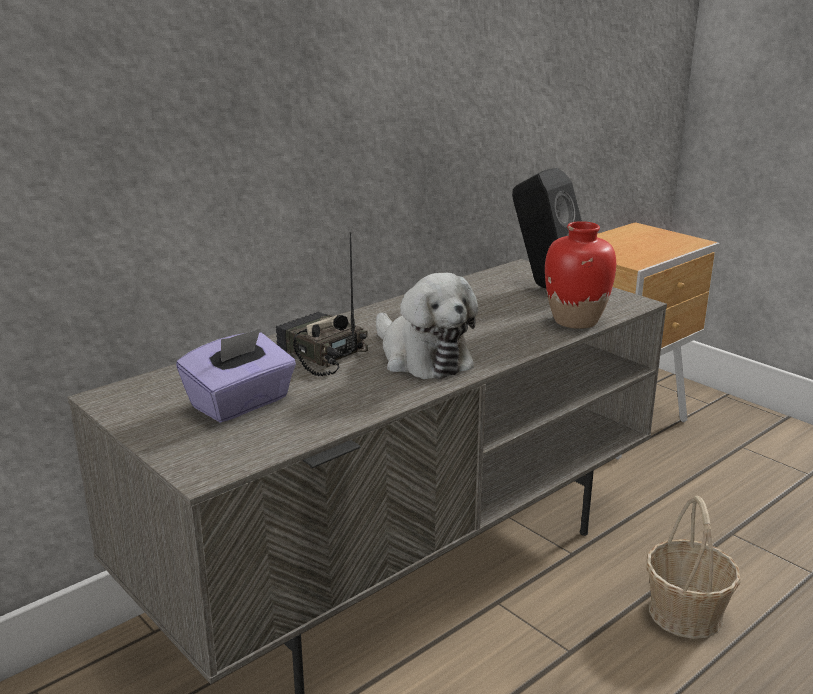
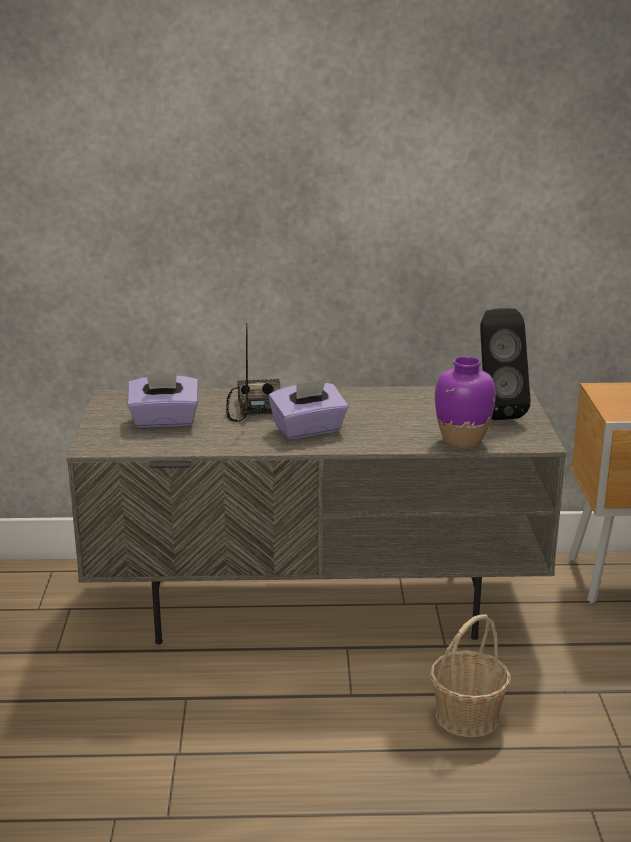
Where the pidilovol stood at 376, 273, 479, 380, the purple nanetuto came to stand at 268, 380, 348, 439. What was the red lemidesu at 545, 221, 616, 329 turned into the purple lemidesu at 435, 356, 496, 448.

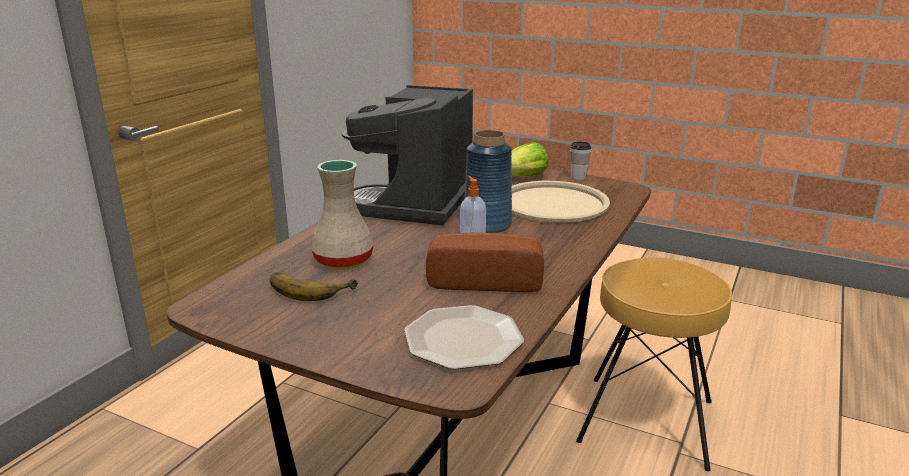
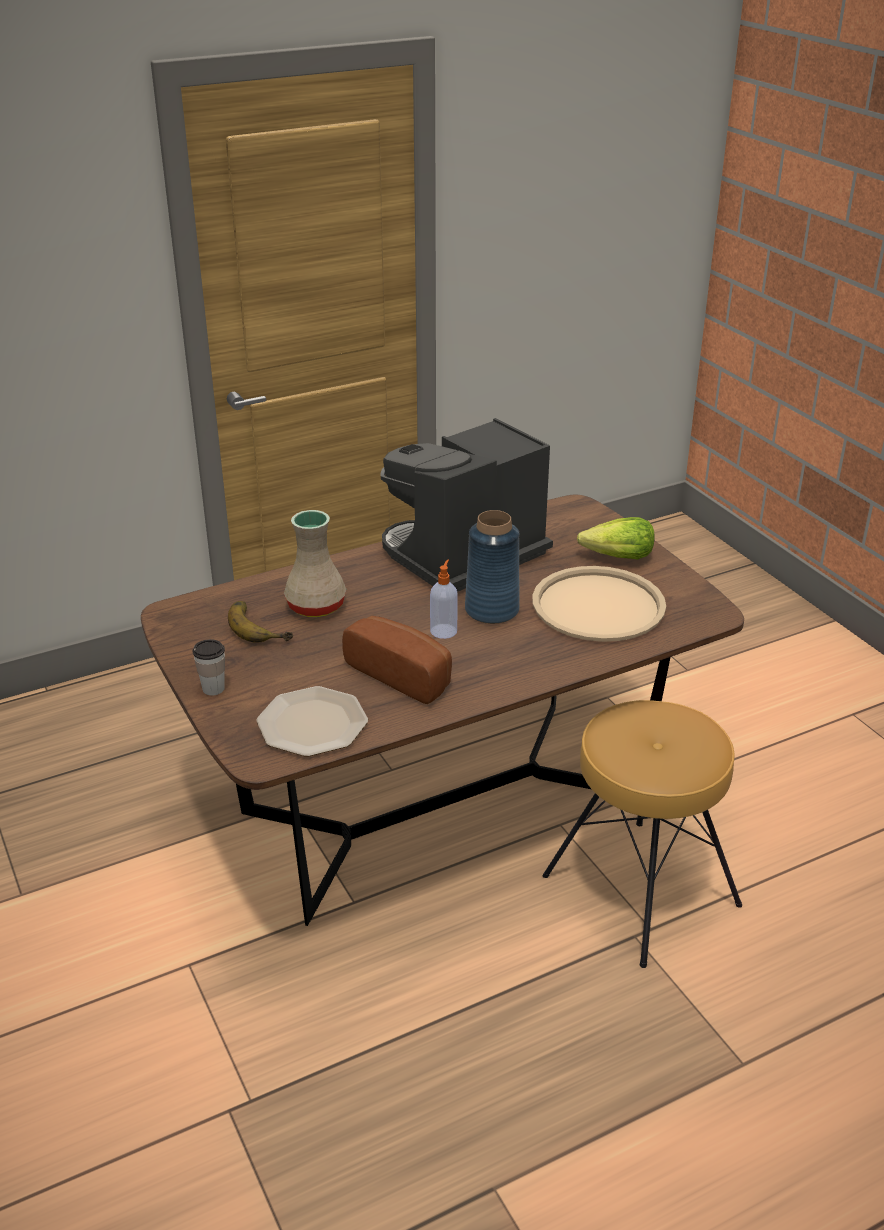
The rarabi ended up elsewhere, having gone from 570, 141, 591, 180 to 192, 639, 225, 695.

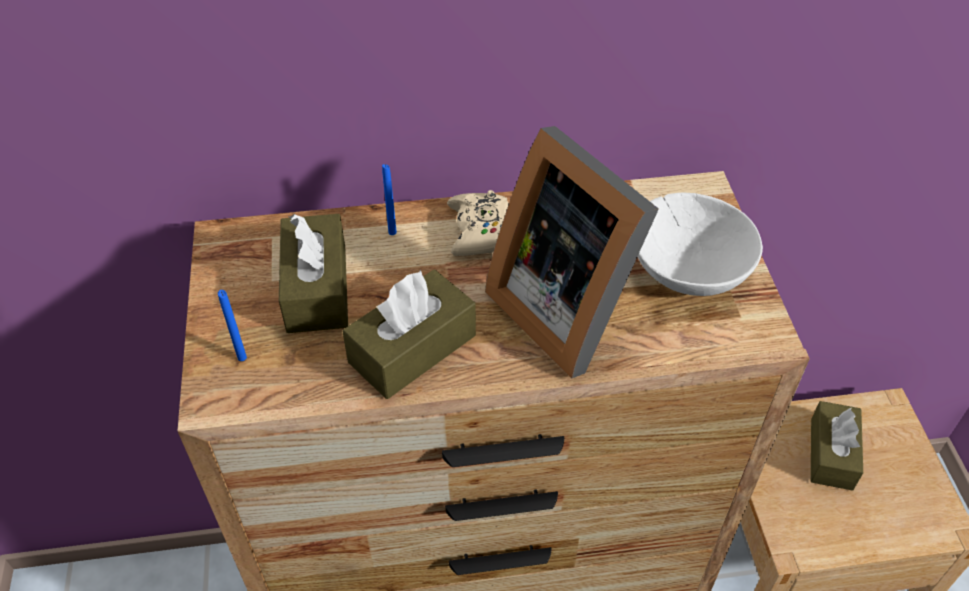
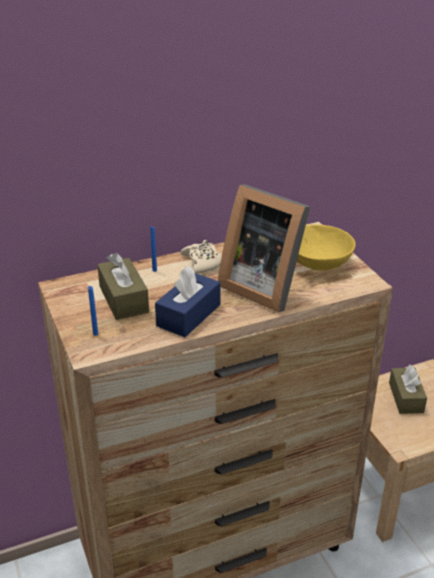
What was the brown nanetuto at 342, 269, 476, 399 turned into the blue nanetuto at 155, 267, 220, 337. What was the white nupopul at 638, 193, 763, 296 turned into the yellow nupopul at 297, 224, 356, 271.

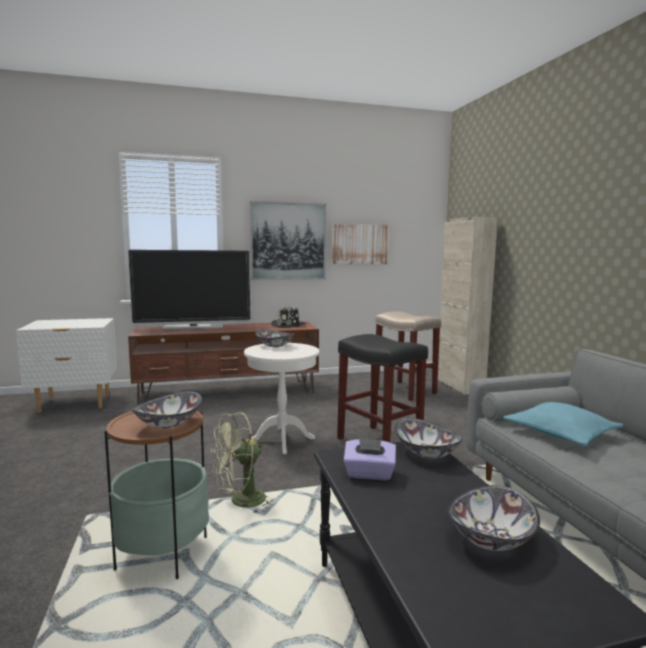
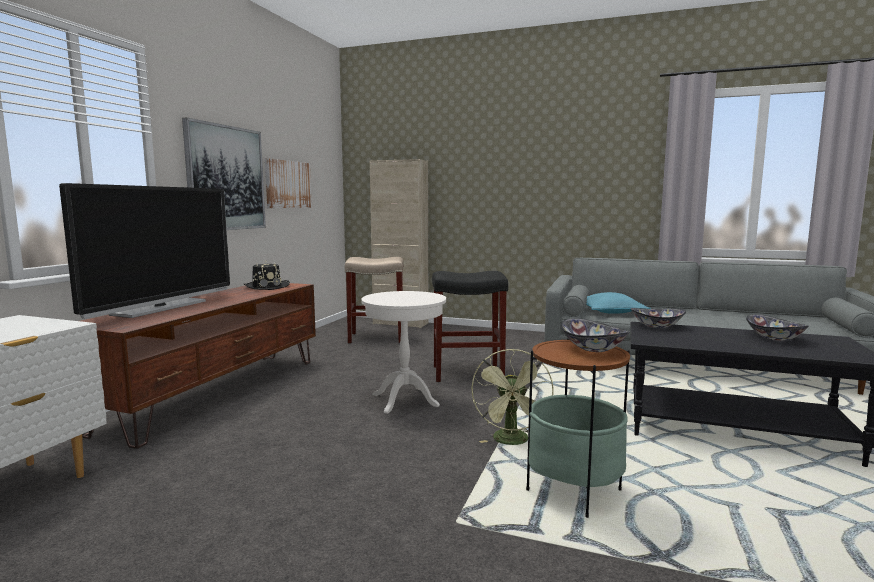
The second view lost the nupopul at 255, 329, 294, 347. The second view lost the purple nanetuto at 344, 438, 396, 480.

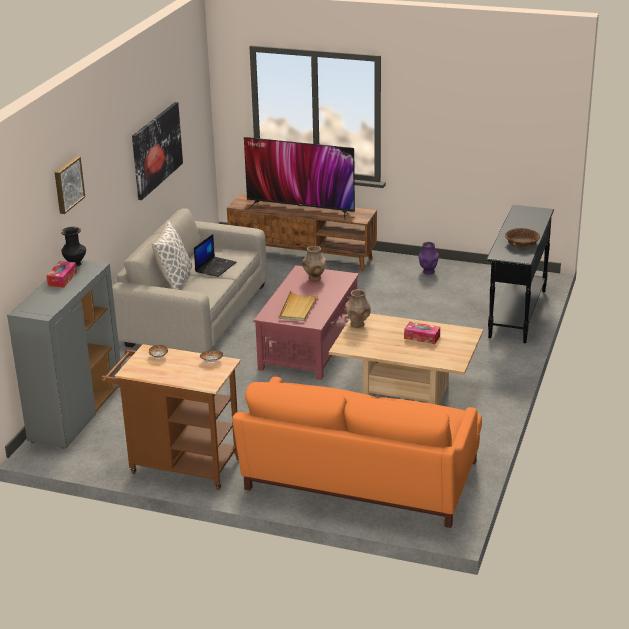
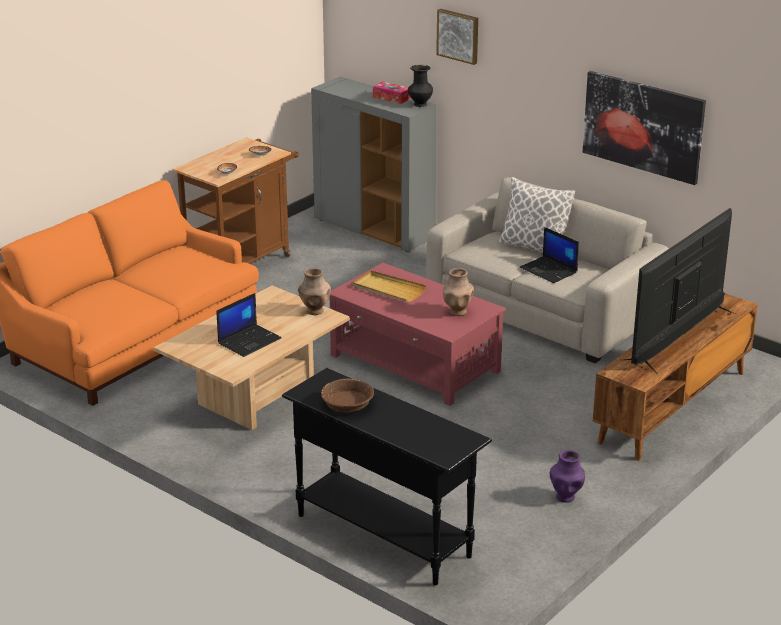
Where the nanetuto stood at 404, 322, 440, 344, the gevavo came to stand at 217, 293, 282, 357.

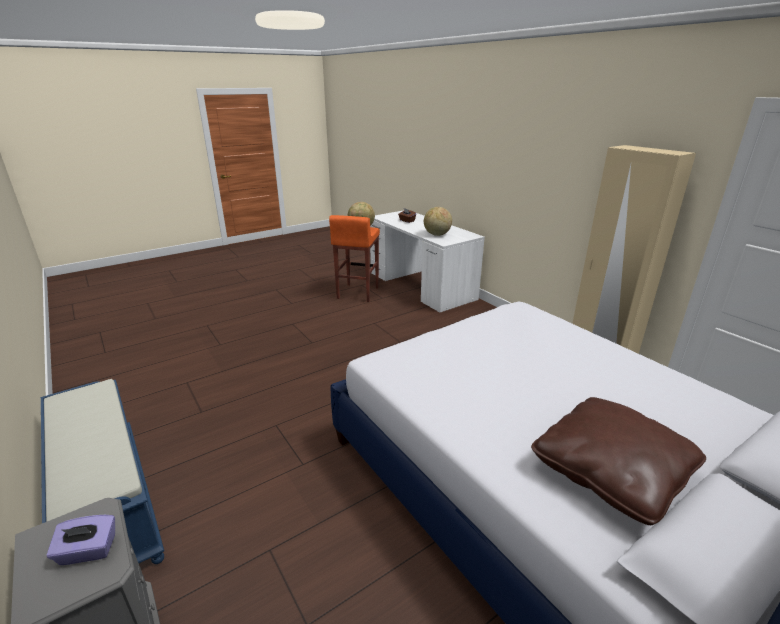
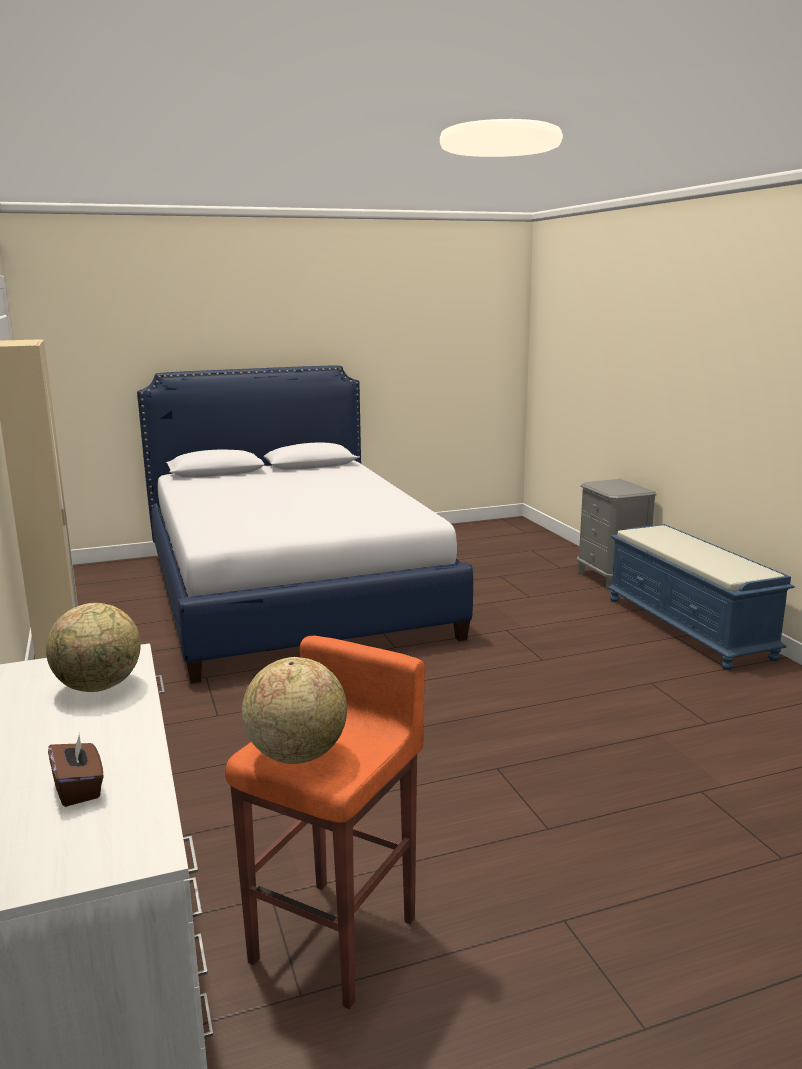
The second view lost the purple nanetuto at 47, 515, 115, 565. The second view lost the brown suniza at 531, 397, 706, 525.

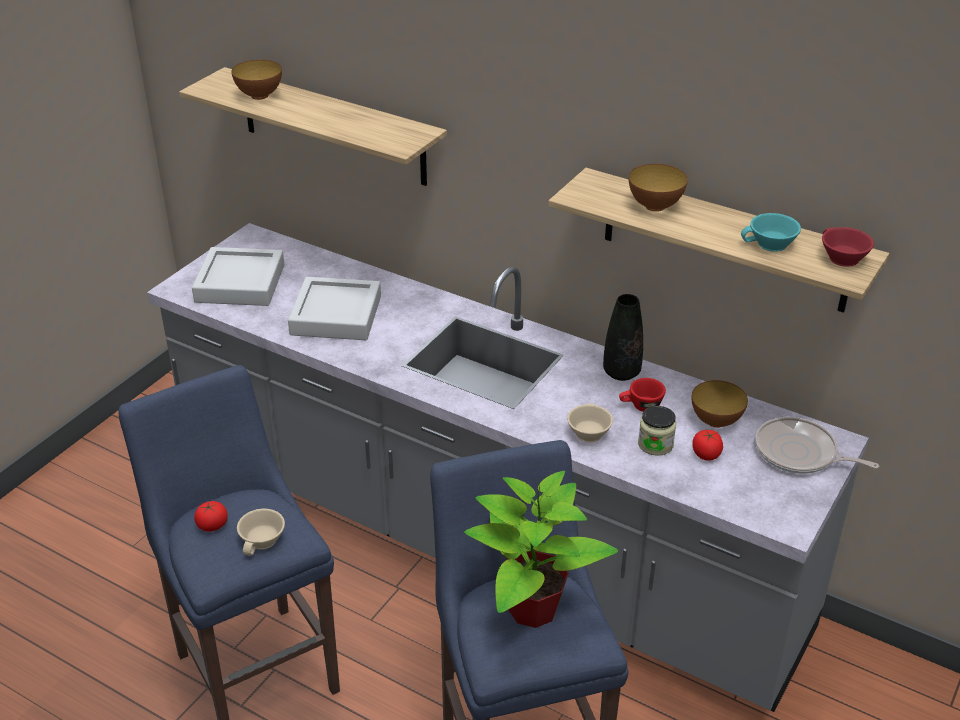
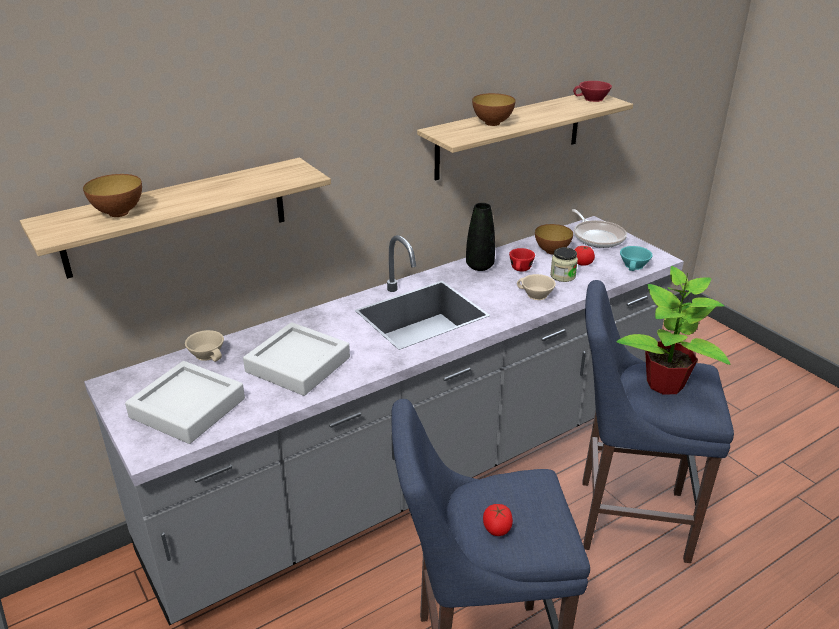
The beige rarabi ended up elsewhere, having gone from 237, 509, 285, 556 to 185, 330, 224, 362. The turquoise rarabi ended up elsewhere, having gone from 741, 213, 801, 252 to 620, 246, 653, 271. The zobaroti at 755, 417, 879, 474 ended up facing another way, 75 degrees counterclockwise from before.

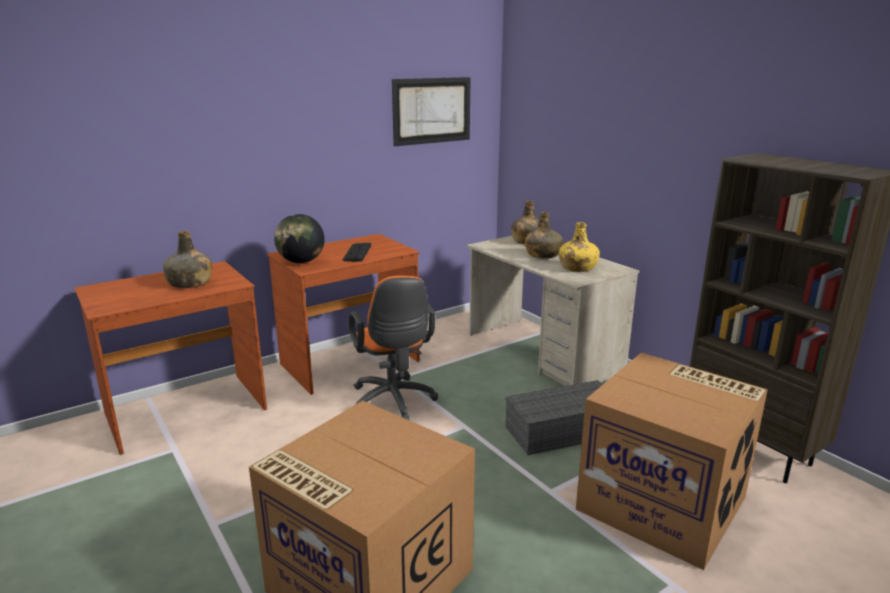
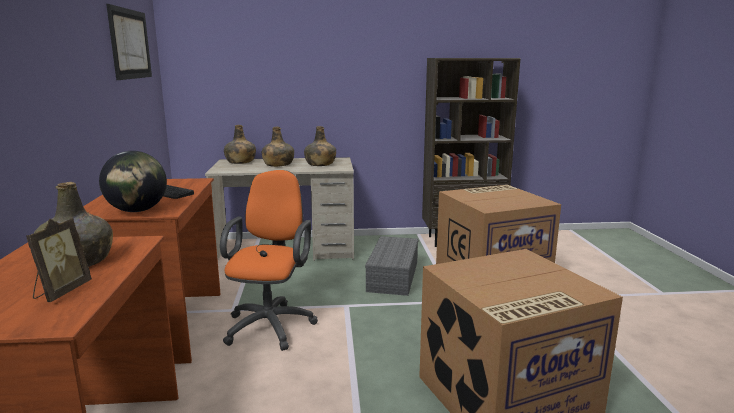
The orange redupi at 349, 276, 438, 421 ended up facing another way, 90 degrees counterclockwise from before. What was the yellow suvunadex at 559, 222, 600, 272 turned into the green suvunadex at 304, 126, 336, 166. The second view gained the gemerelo at 26, 218, 92, 302.

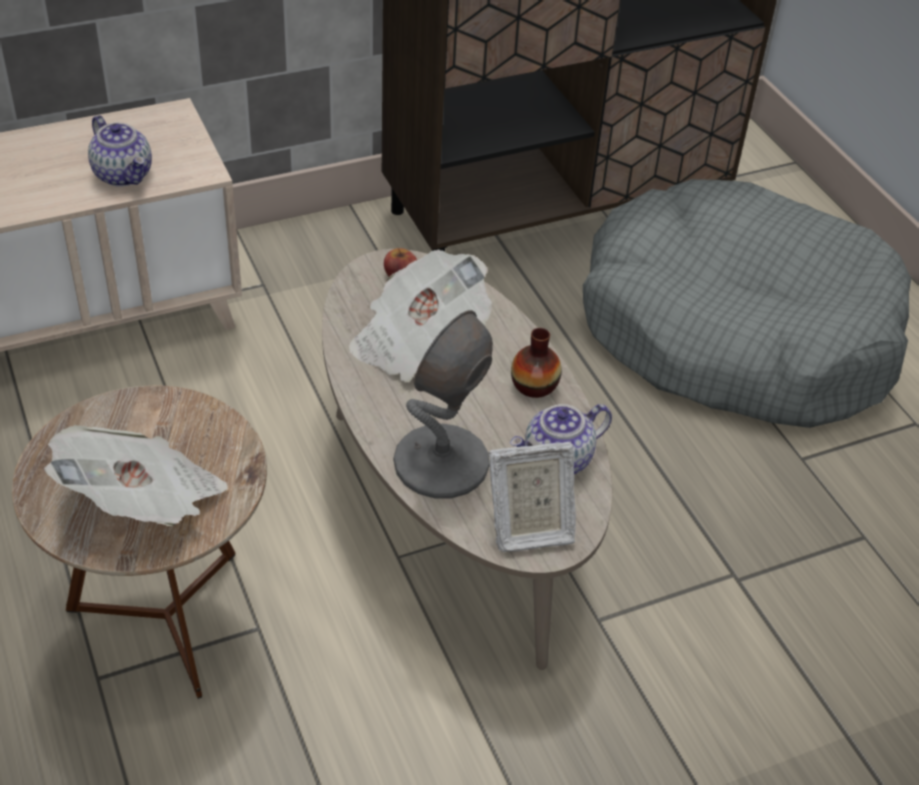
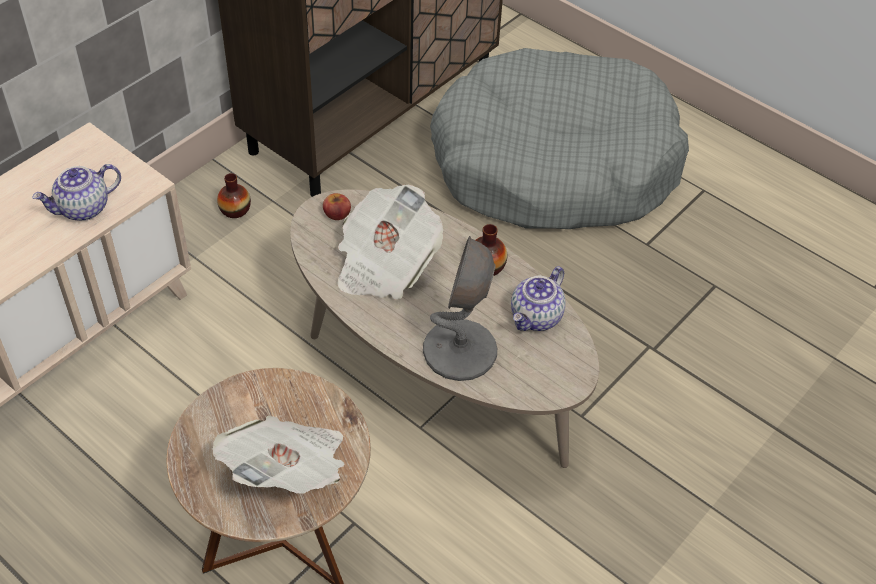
The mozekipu at 88, 115, 152, 187 ended up facing another way, 120 degrees clockwise from before. The second view lost the gemerelo at 489, 442, 576, 552. The second view gained the lemidesu at 217, 173, 251, 218.

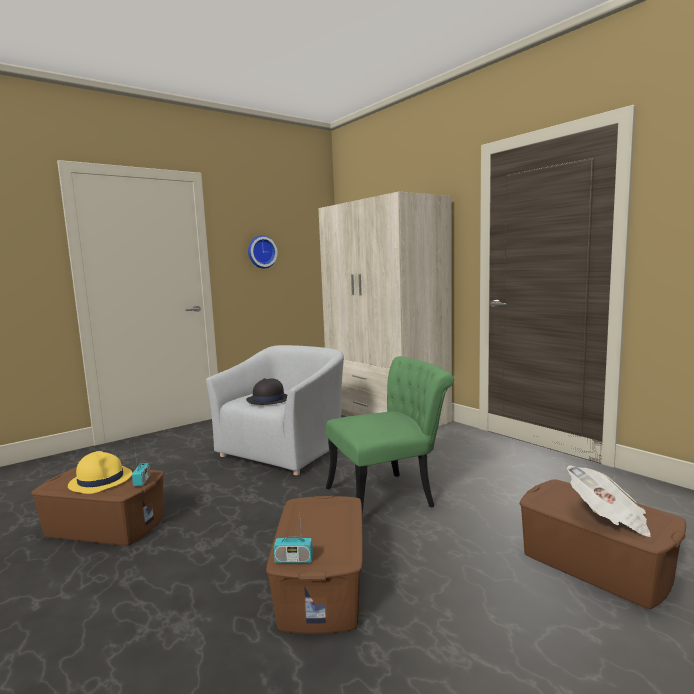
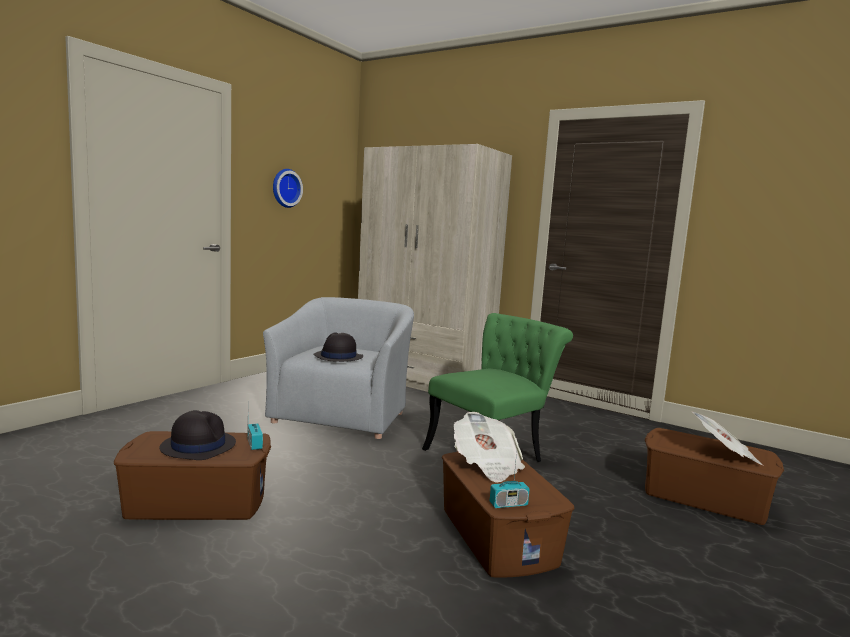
What was the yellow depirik at 68, 451, 132, 494 turned into the black depirik at 159, 410, 236, 460. The second view gained the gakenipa at 453, 412, 525, 483.

